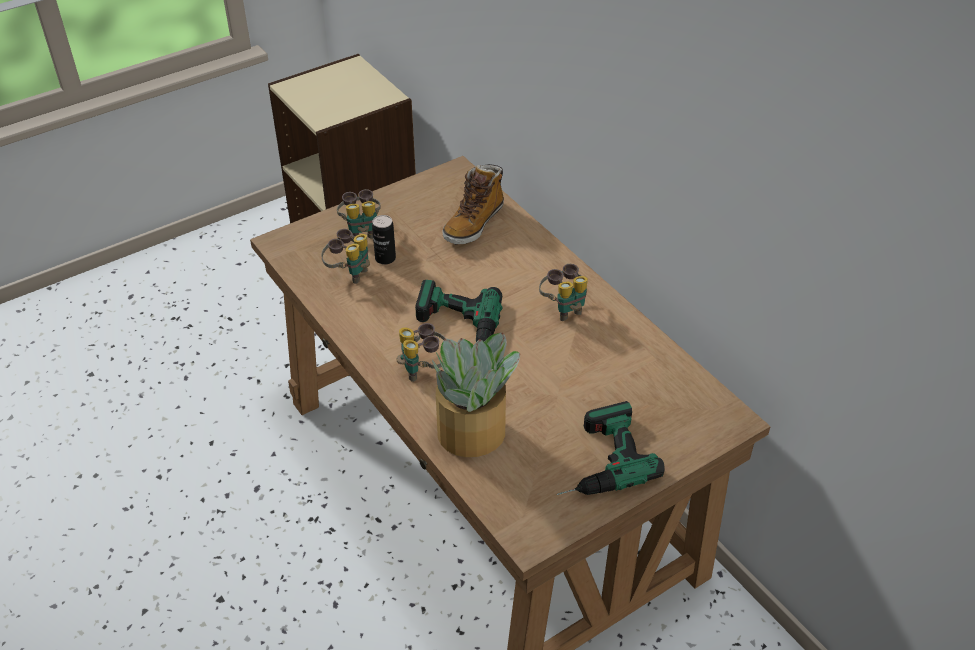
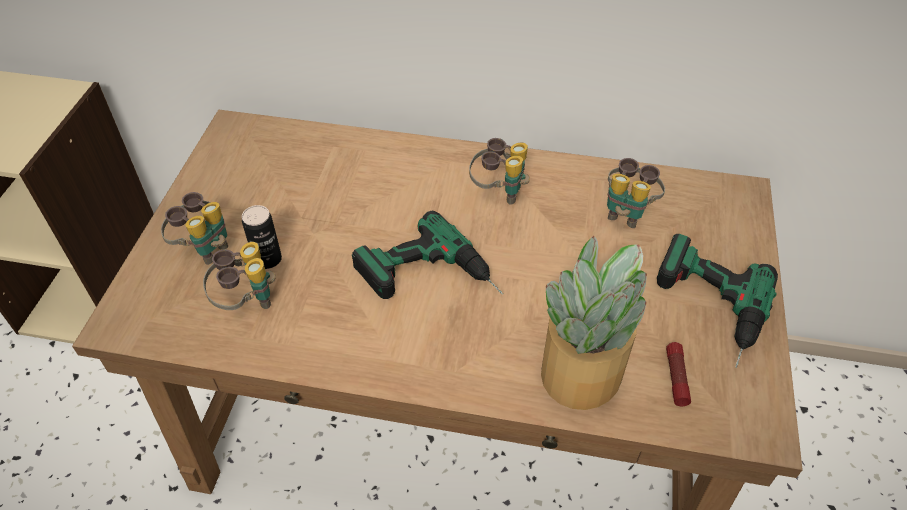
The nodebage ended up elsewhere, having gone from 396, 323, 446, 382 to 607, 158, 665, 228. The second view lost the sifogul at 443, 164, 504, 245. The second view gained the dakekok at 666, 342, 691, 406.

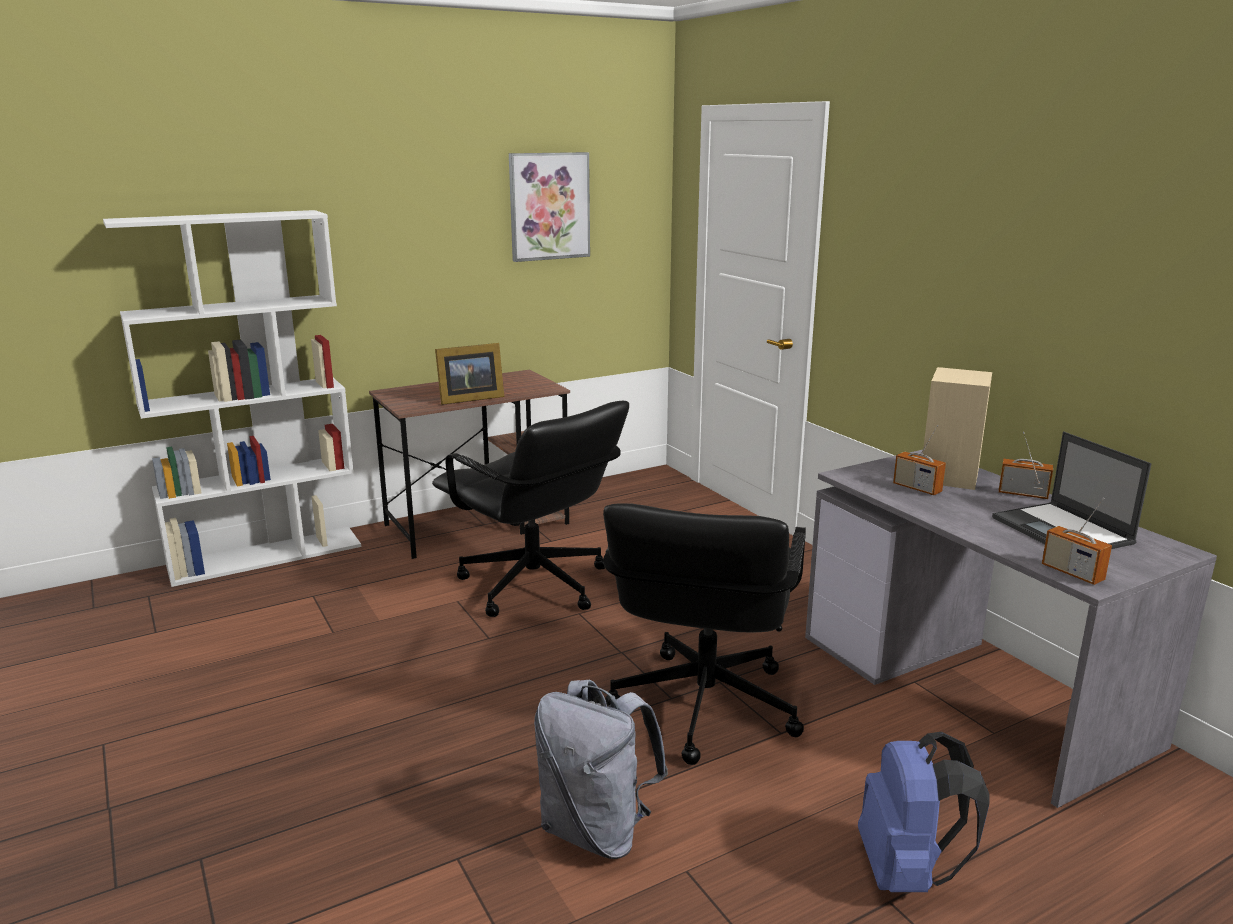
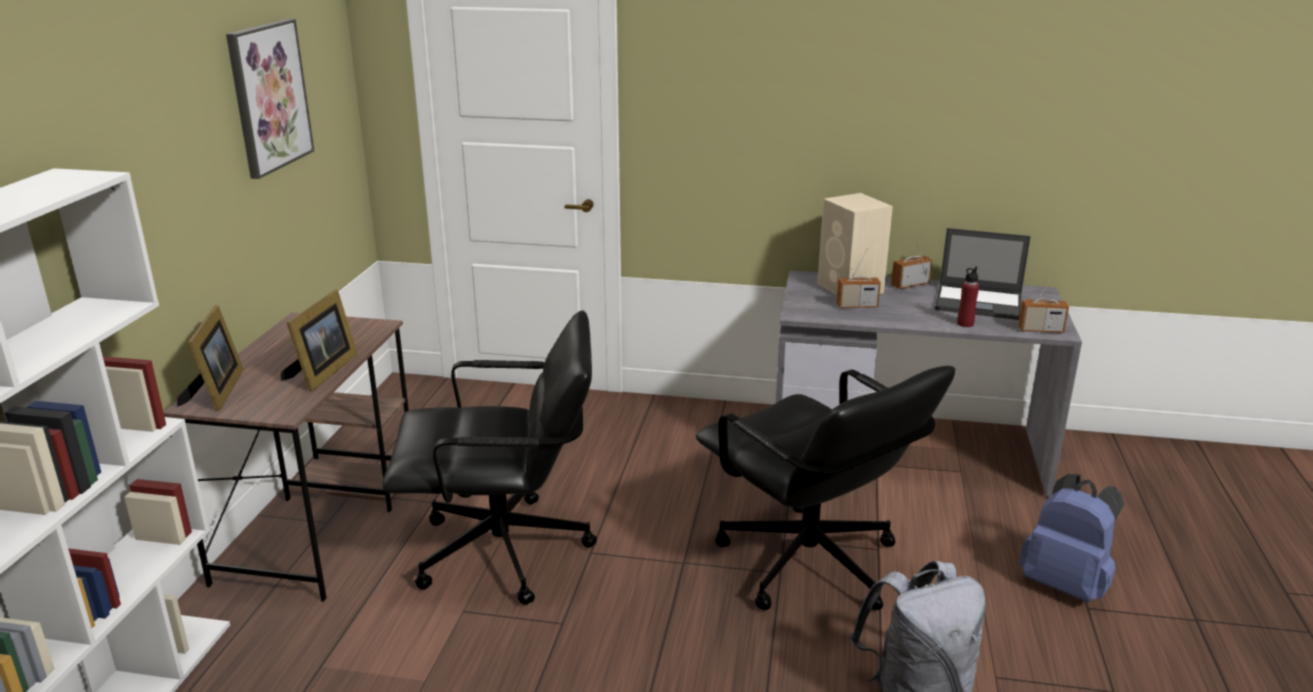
The second view gained the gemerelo at 177, 305, 244, 411. The second view gained the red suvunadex at 957, 267, 979, 327.

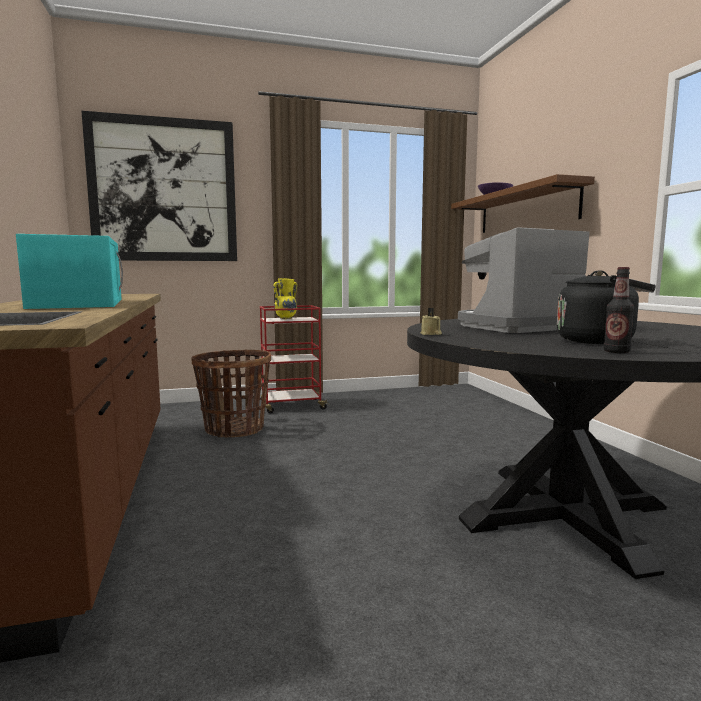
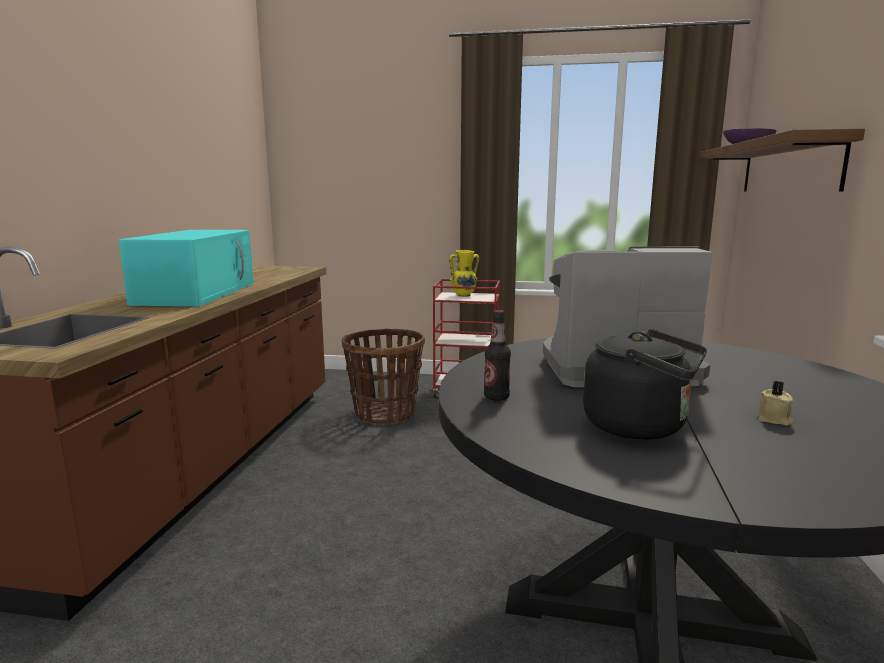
The second view lost the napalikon at 81, 111, 237, 261. The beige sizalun ended up elsewhere, having gone from 421, 308, 442, 335 to 757, 381, 793, 426. The suvunadex ended up elsewhere, having gone from 604, 267, 634, 353 to 484, 310, 511, 401.

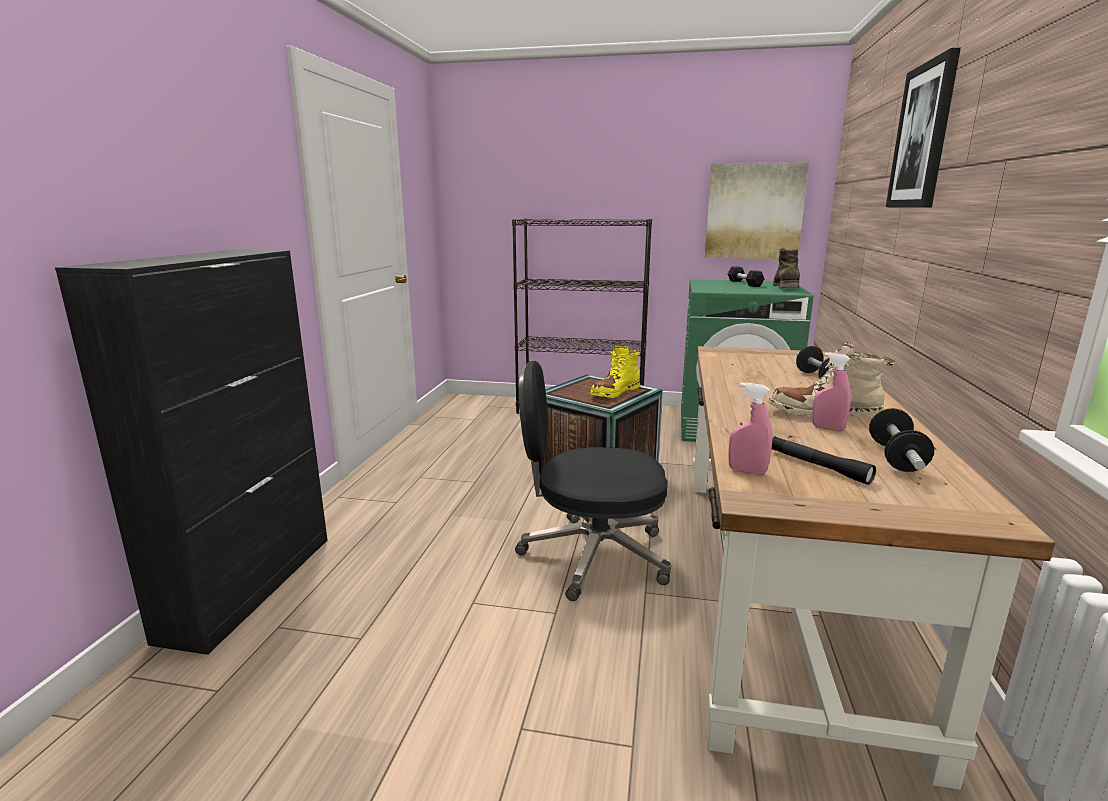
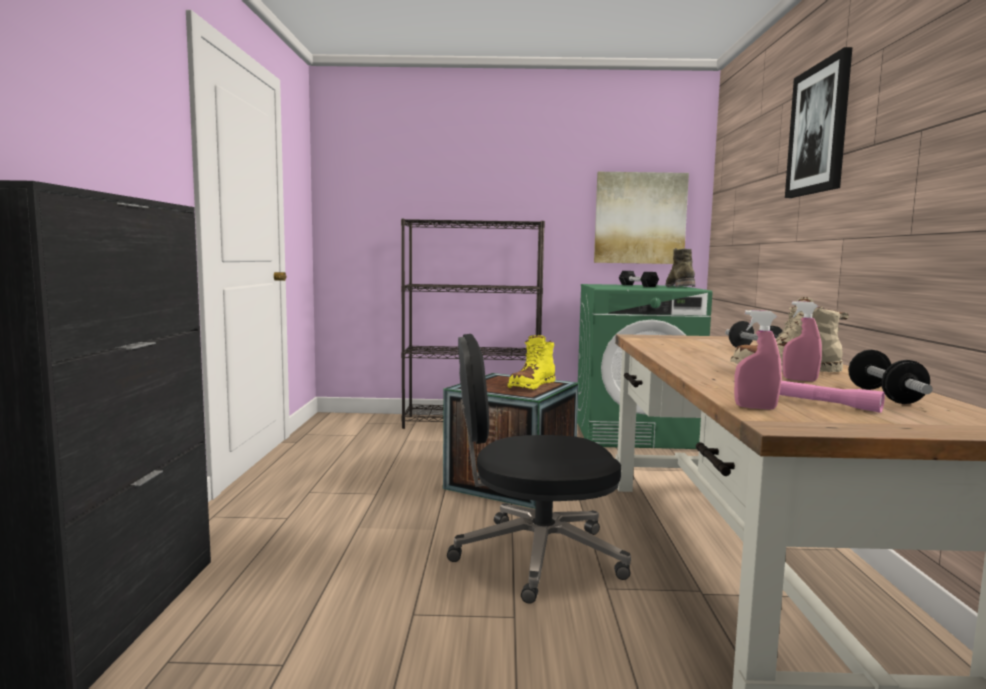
What was the black dakekok at 772, 436, 876, 485 turned into the pink dakekok at 779, 381, 885, 413.

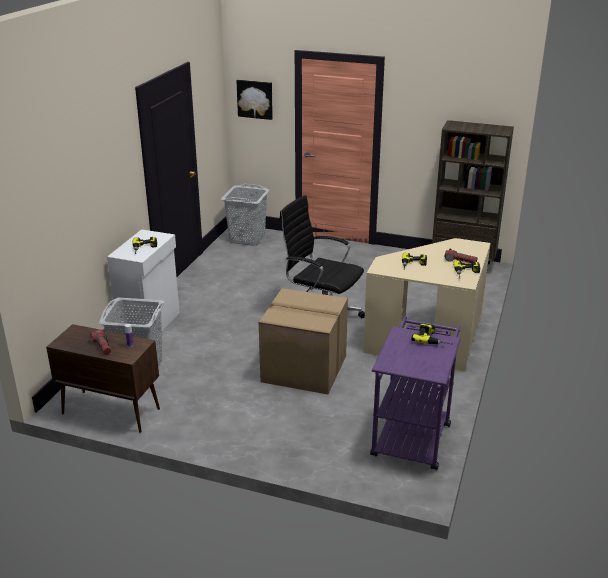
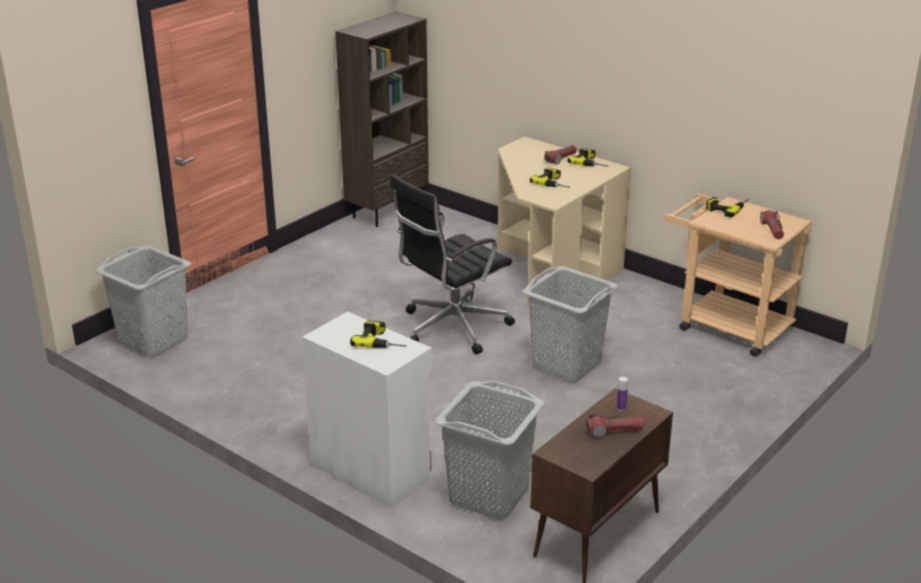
The second view lost the napalikon at 236, 80, 273, 120. Where the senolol stood at 259, 288, 348, 394, the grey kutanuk came to stand at 523, 266, 618, 382. What was the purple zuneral at 370, 316, 461, 470 turned into the beige zuneral at 663, 194, 812, 357. The second view gained the dakekok at 760, 210, 784, 239.

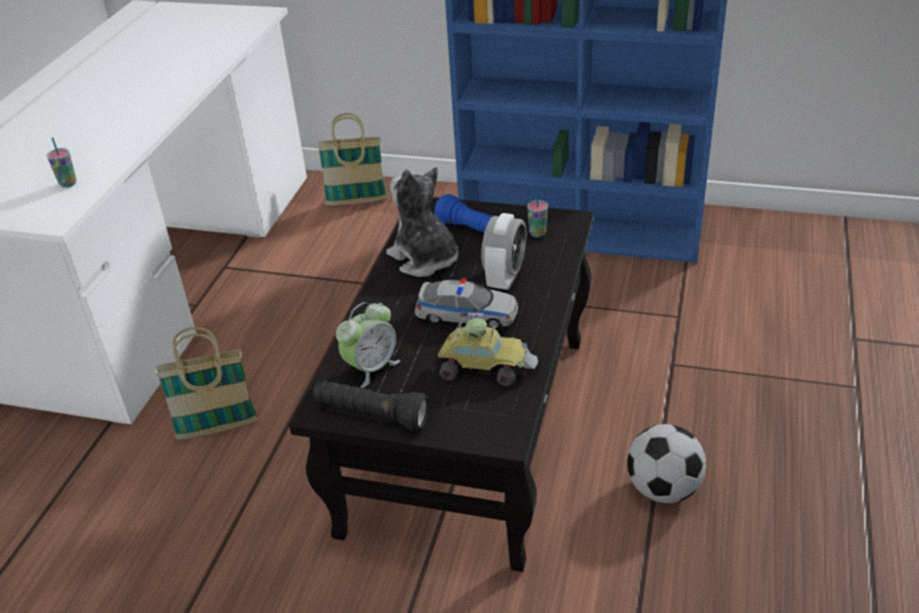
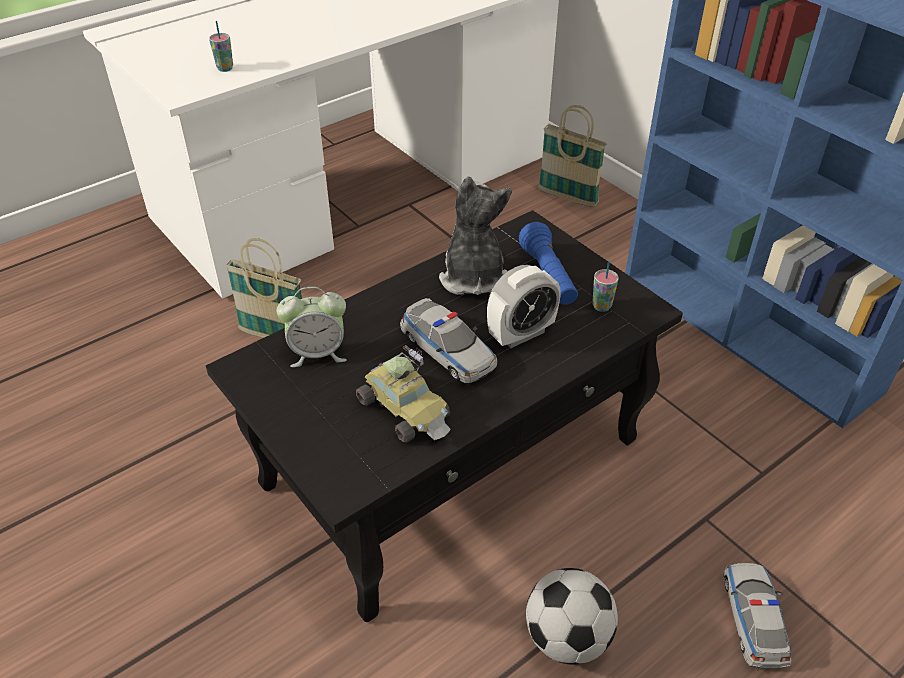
The second view lost the black dakekok at 313, 380, 430, 431. The second view gained the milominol at 724, 563, 791, 670.

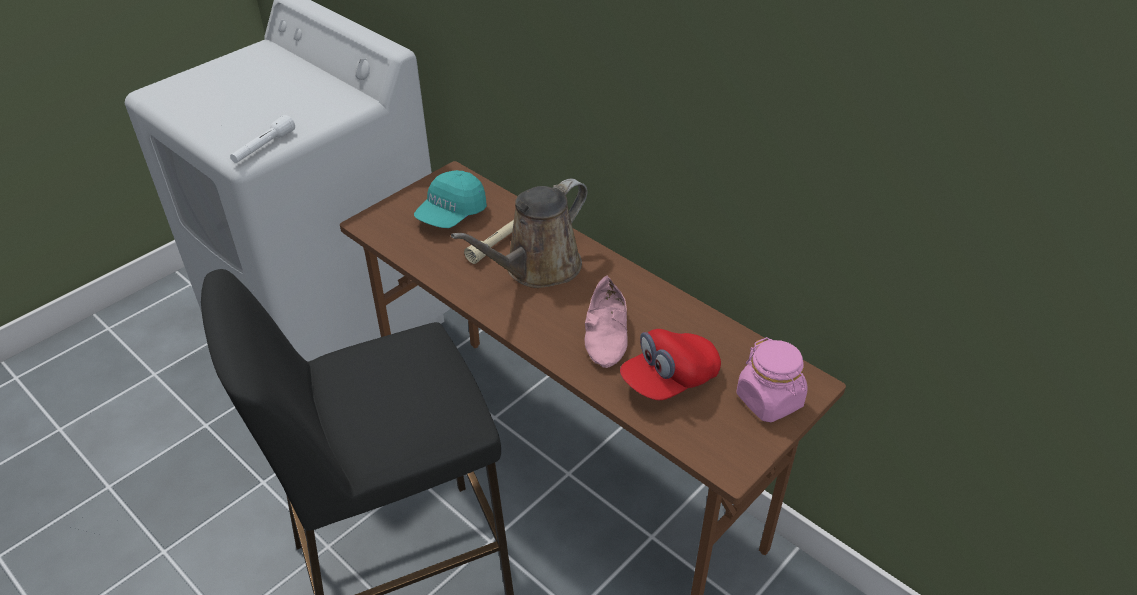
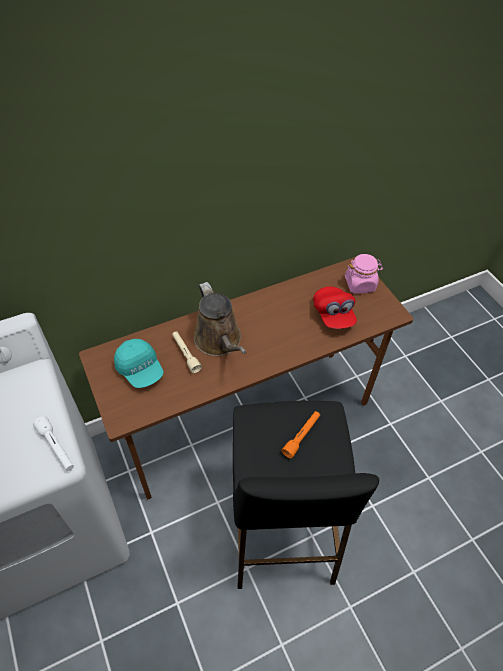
The second view lost the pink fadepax at 585, 275, 628, 368. The second view gained the orange dakekok at 281, 411, 320, 459.

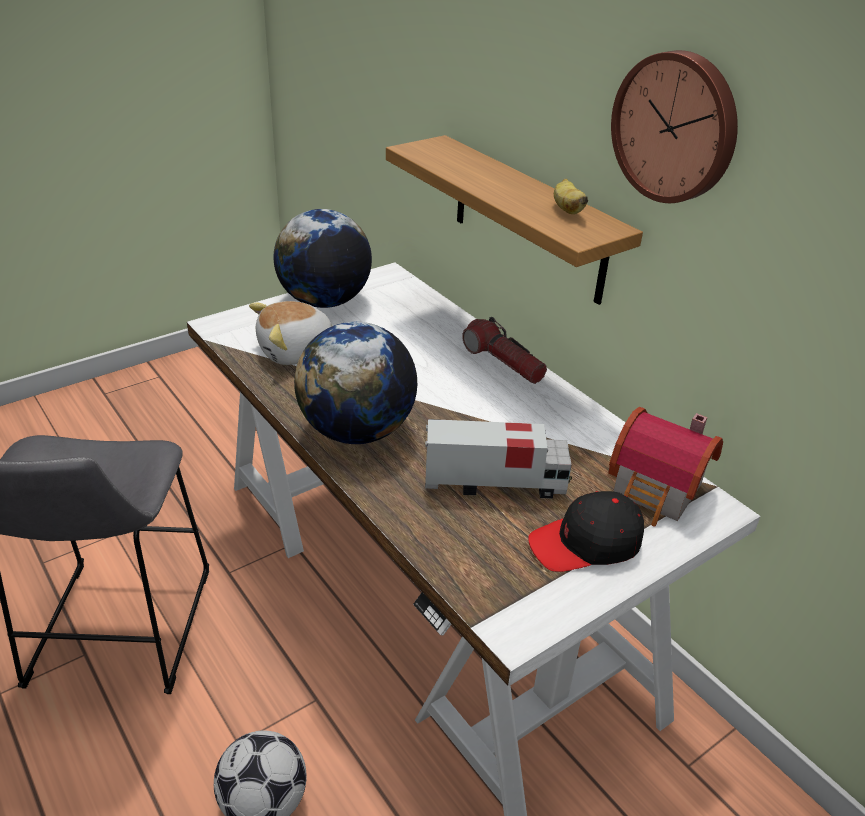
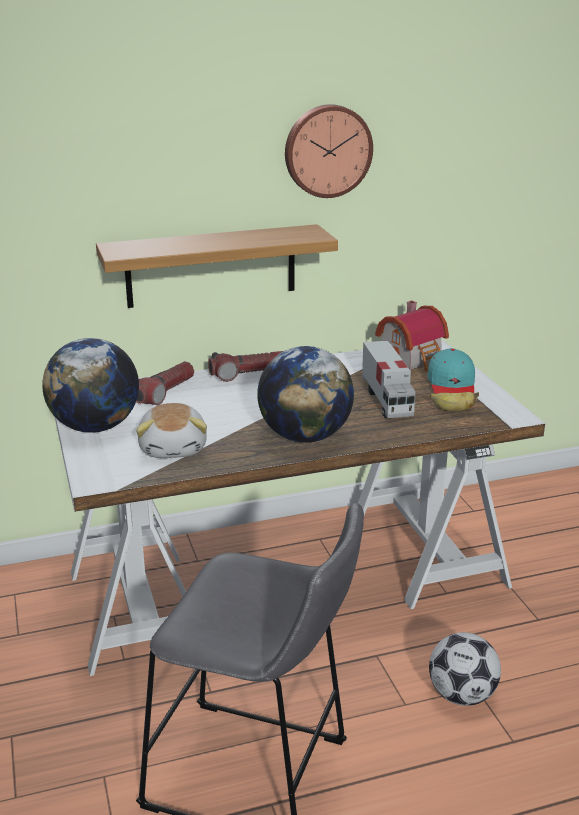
The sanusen at 425, 419, 572, 499 ended up facing another way, 150 degrees clockwise from before. What was the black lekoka at 528, 491, 644, 572 turned into the turquoise lekoka at 427, 348, 475, 394. The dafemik ended up elsewhere, having gone from 554, 178, 588, 214 to 430, 392, 479, 411. The second view gained the dakekok at 136, 361, 194, 405.

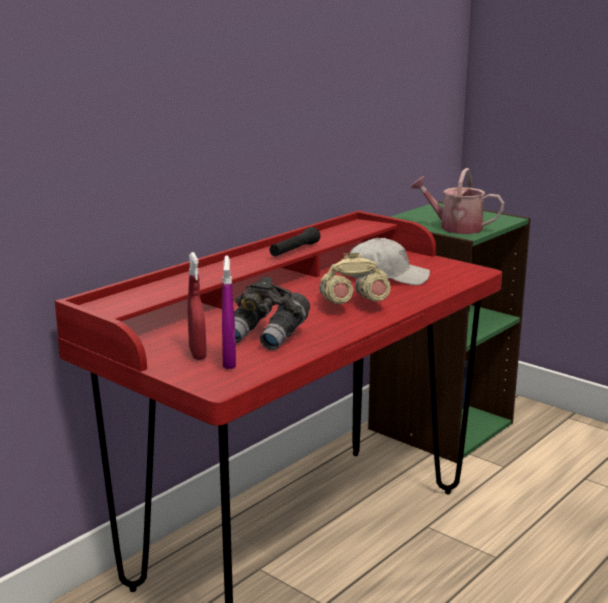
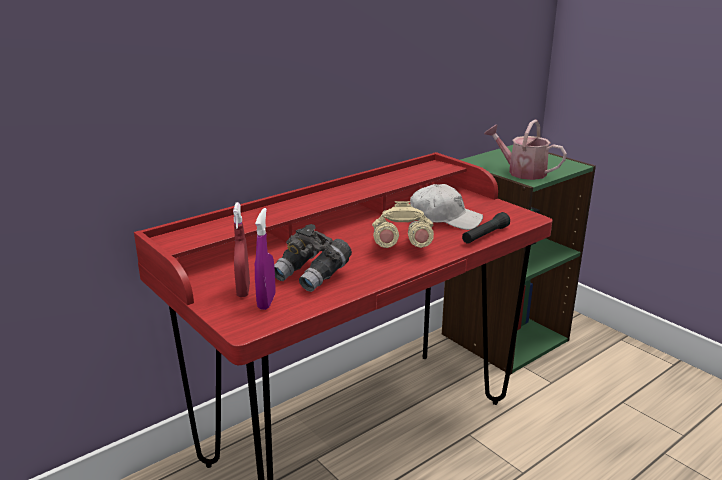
The black dakekok ended up elsewhere, having gone from 269, 227, 320, 257 to 462, 212, 510, 244.

